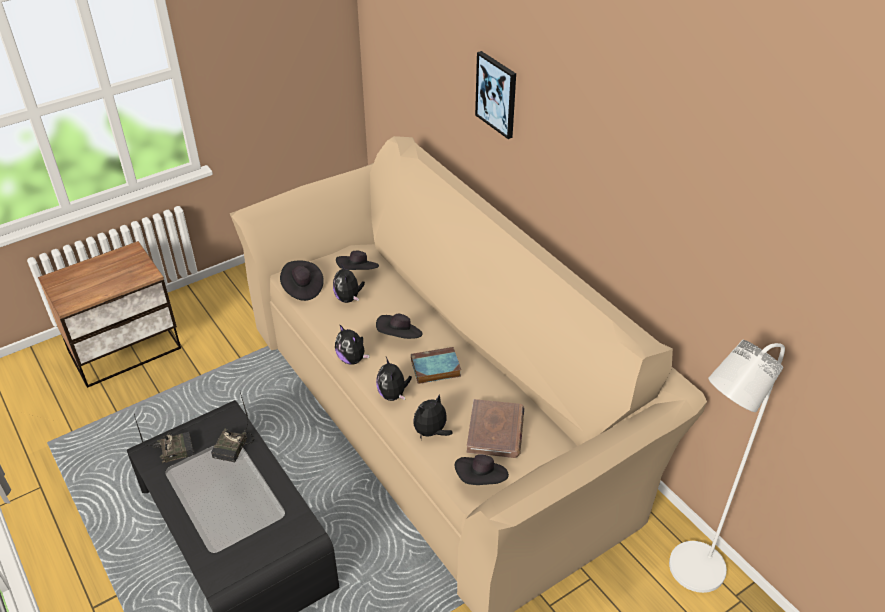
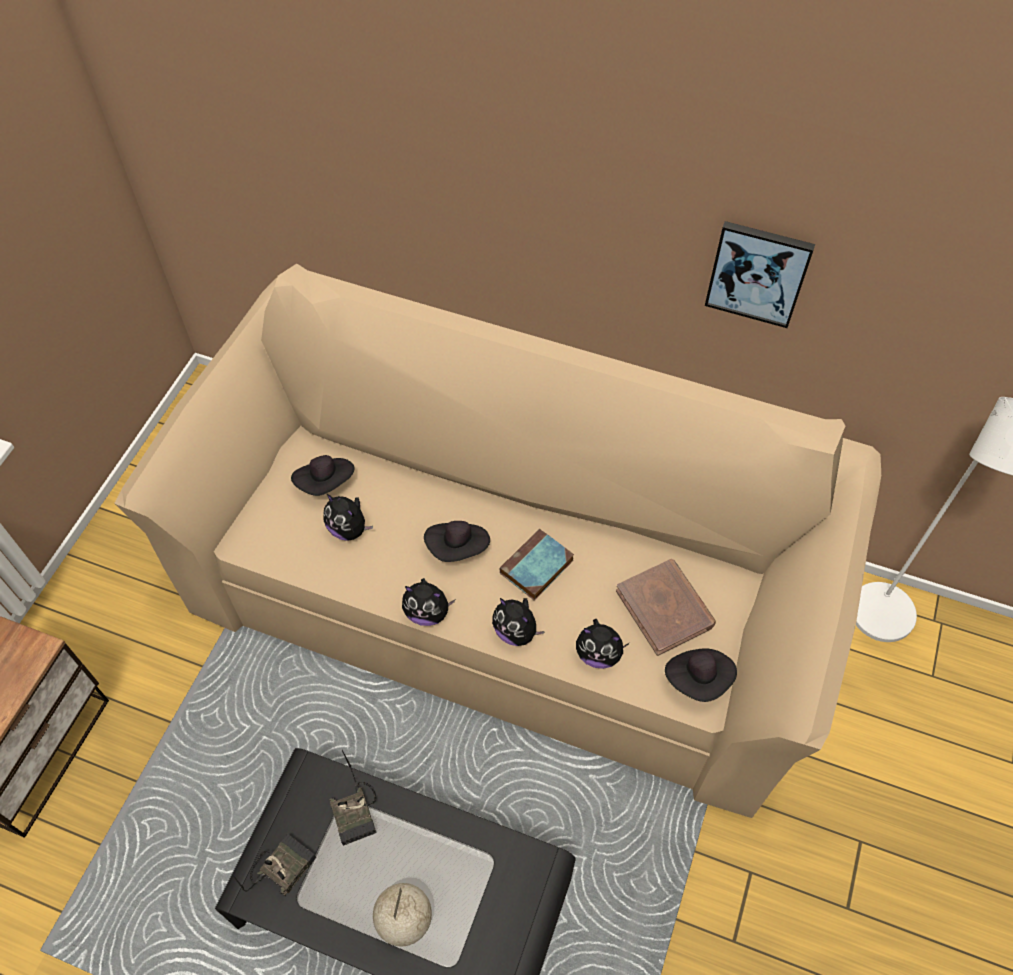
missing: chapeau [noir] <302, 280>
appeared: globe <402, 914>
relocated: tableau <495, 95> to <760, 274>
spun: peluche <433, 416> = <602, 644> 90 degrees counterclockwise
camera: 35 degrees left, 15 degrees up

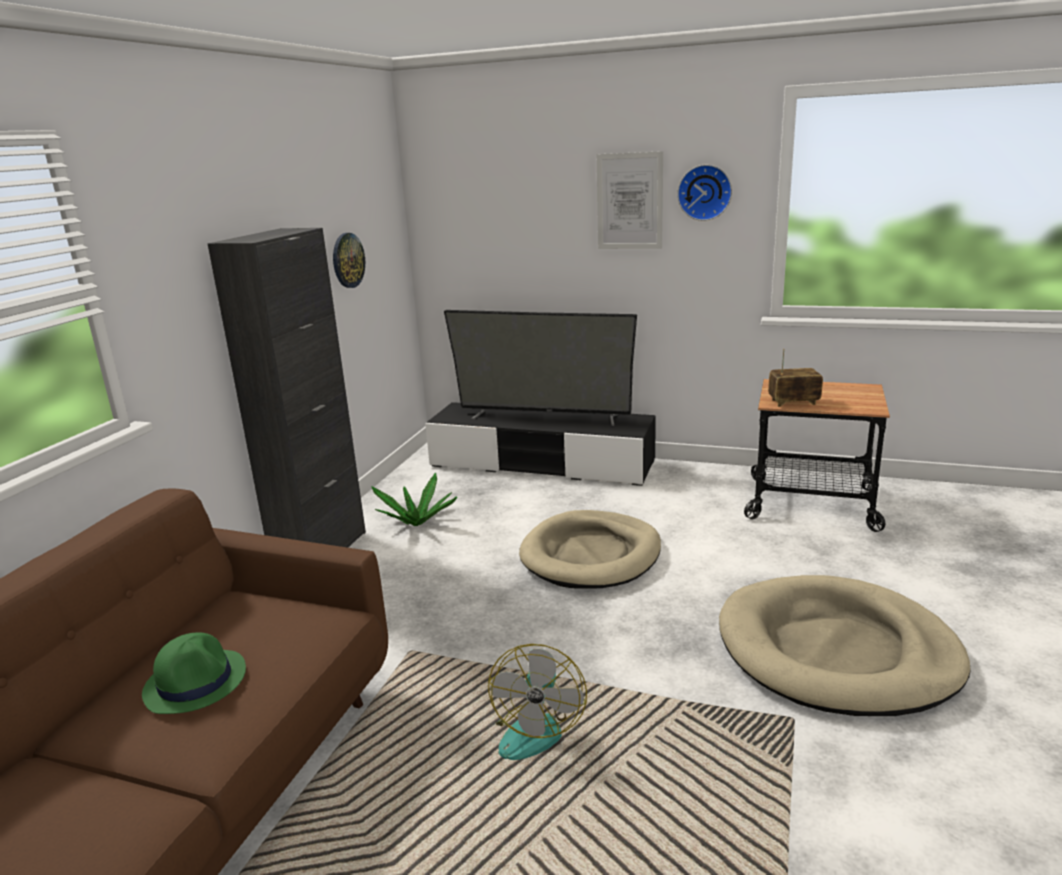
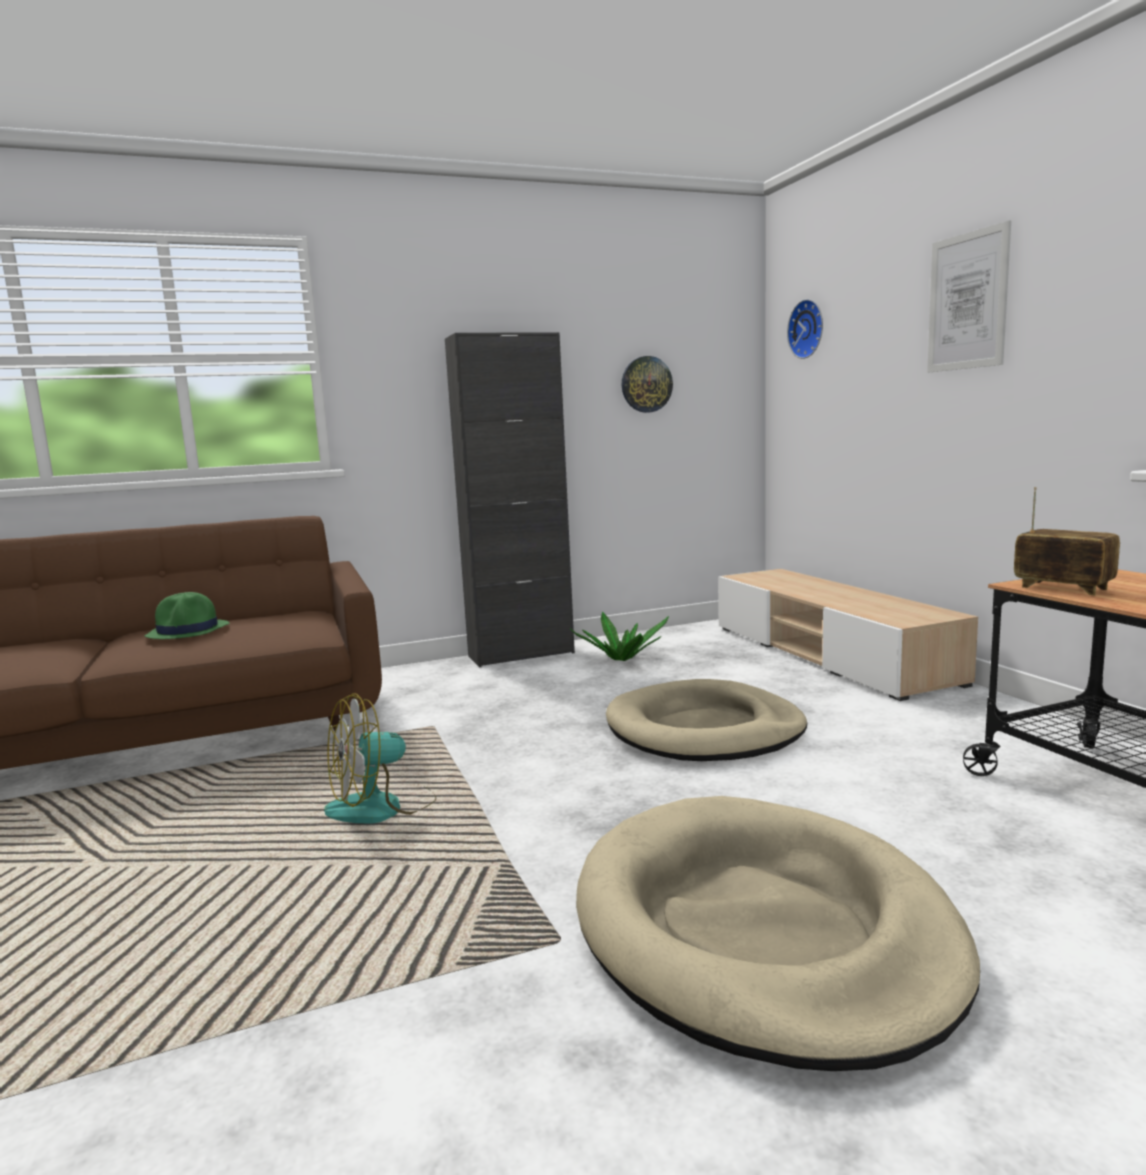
missing: téléviseur <540, 368>
relocated: horloge murale <704, 193> to <805, 329>
colour: meuble télé [noir] <540, 444> to meuble télé [beige] <848, 635>
camera: 50 degrees right, 10 degrees down

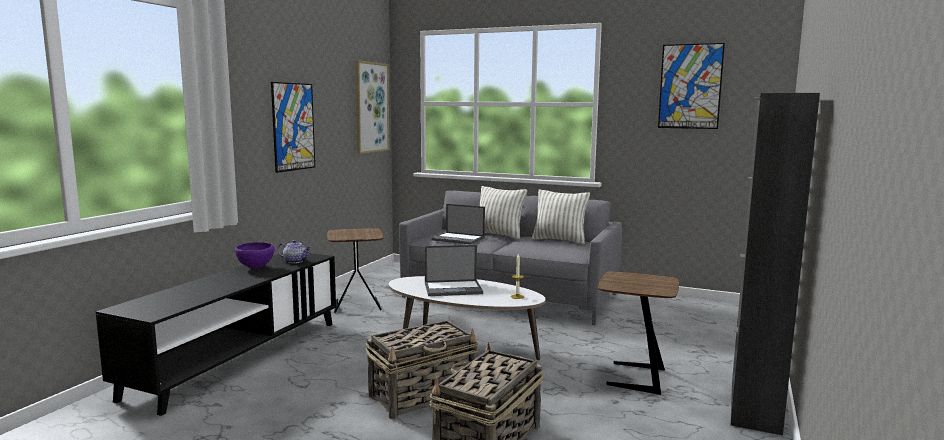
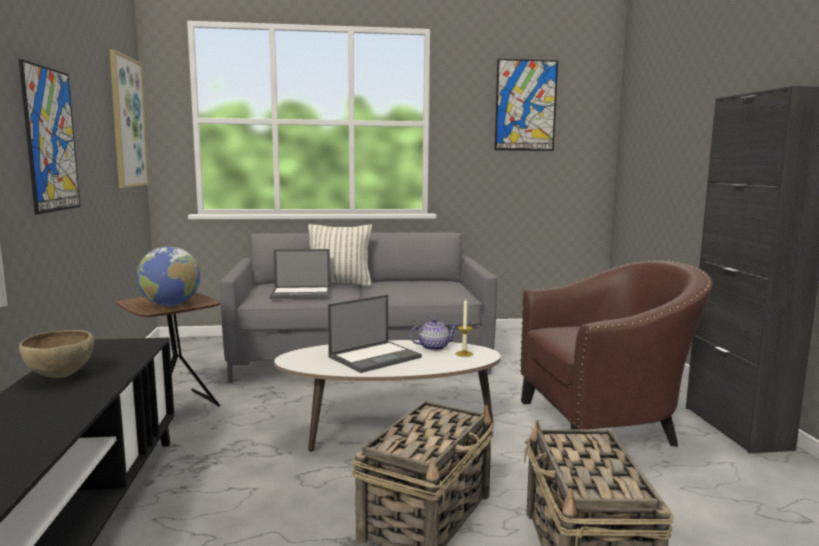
missing: coussin <561, 216>
appeared: globe <168, 276>
relocated: théière <294, 251> to <434, 335>
exchanged: table d'appoint [marron] <638, 333> to fauteuil [marron] <616, 353>
colour: bol [violet] <254, 255> to bol [marron] <56, 354>
camera: 30 degrees left, 0 degrees up

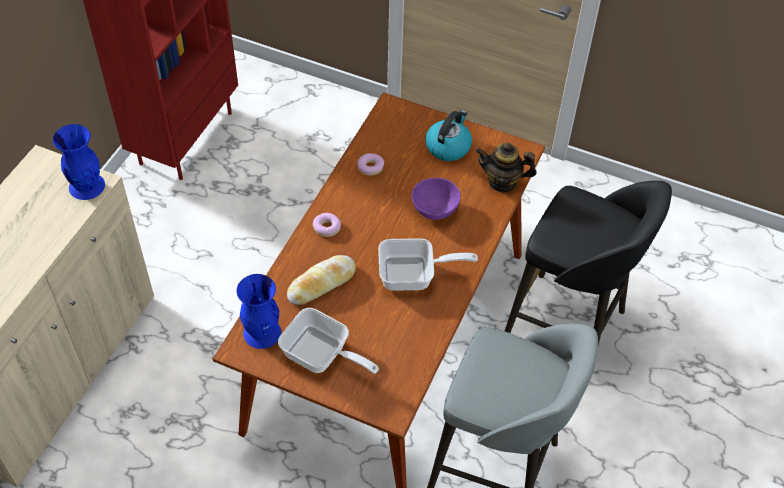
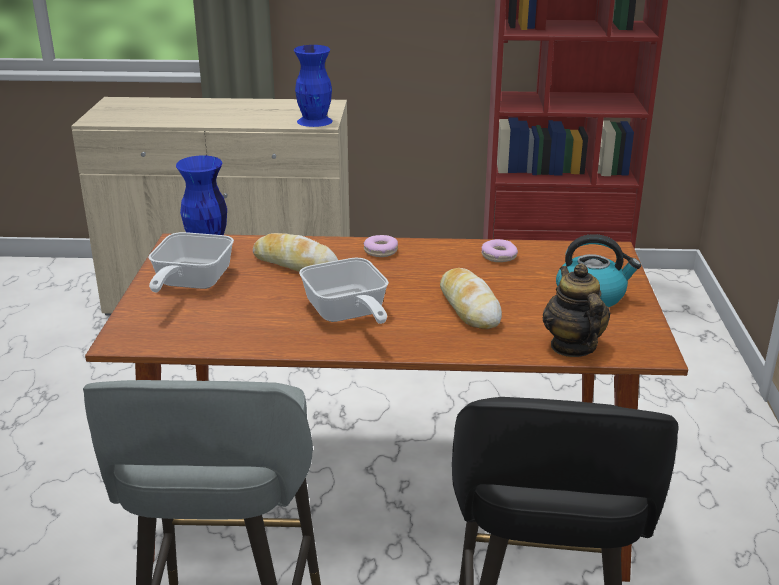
exchanged: bol [violet] <436, 199> to pain <471, 298>
camera: 70 degrees right, 25 degrees down

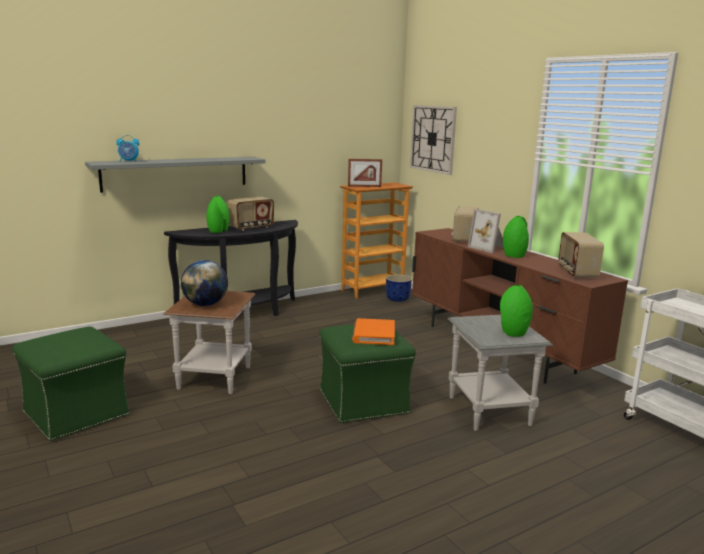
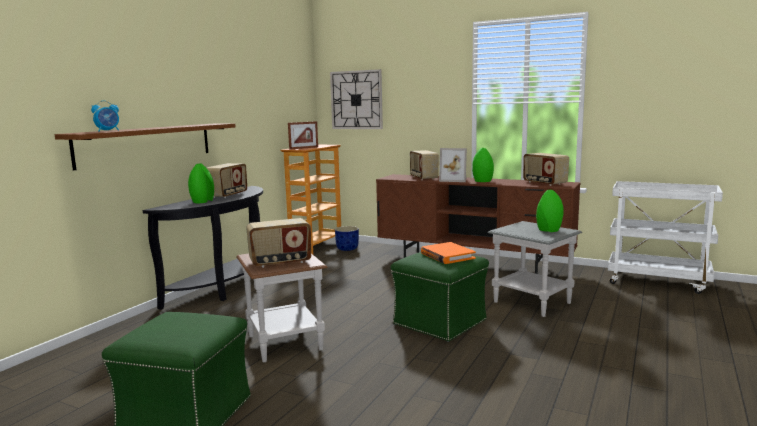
exchanged: globe <204, 283> to radio <278, 243>
colour: étagère [gris] <175, 175> to étagère [marron] <145, 147>
camera: 30 degrees left, 5 degrees down

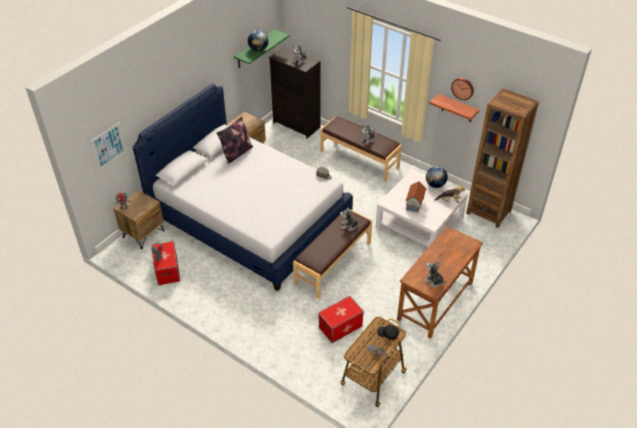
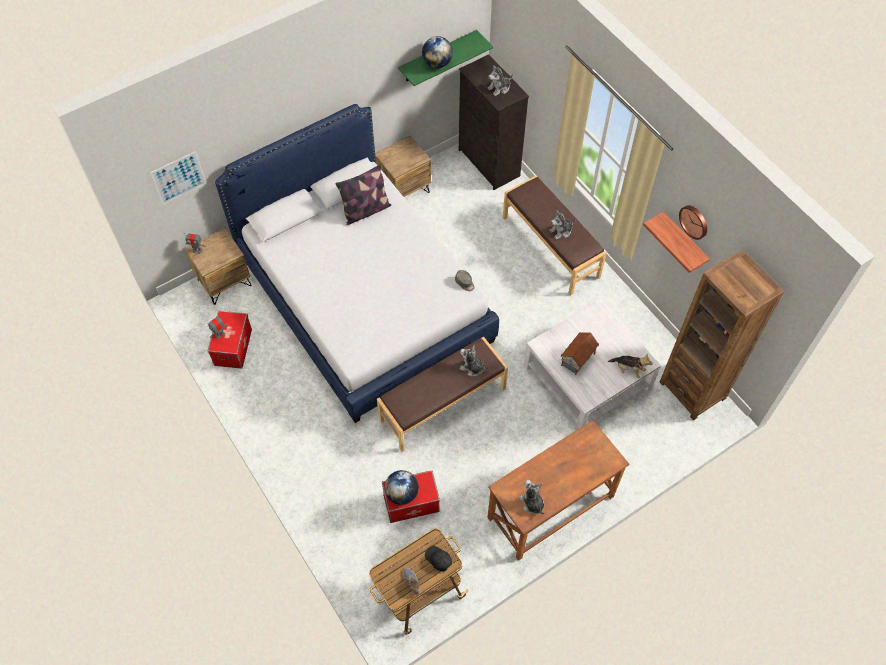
relocated: globe <437, 177> to <402, 487>
camera: 20 degrees right, 15 degrees up

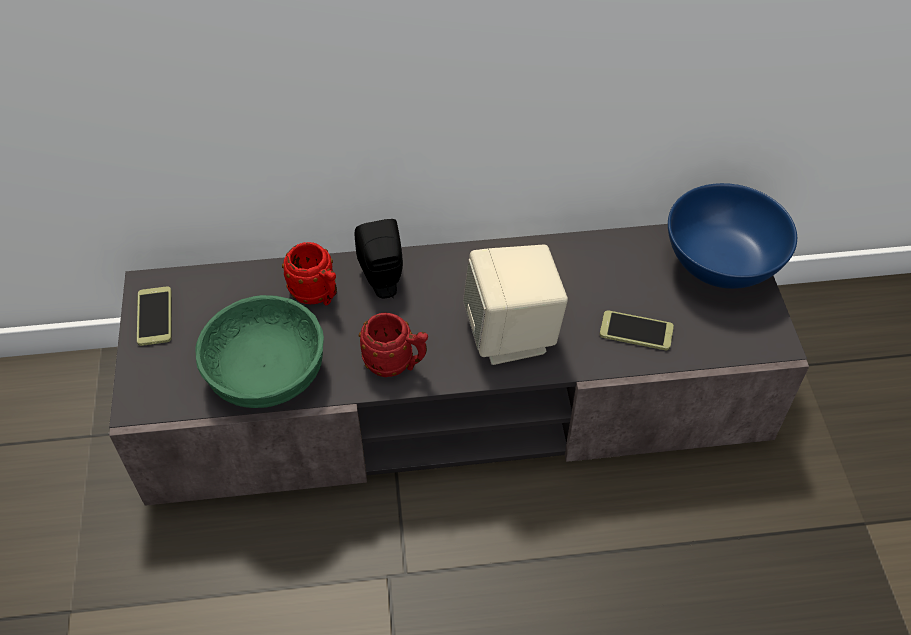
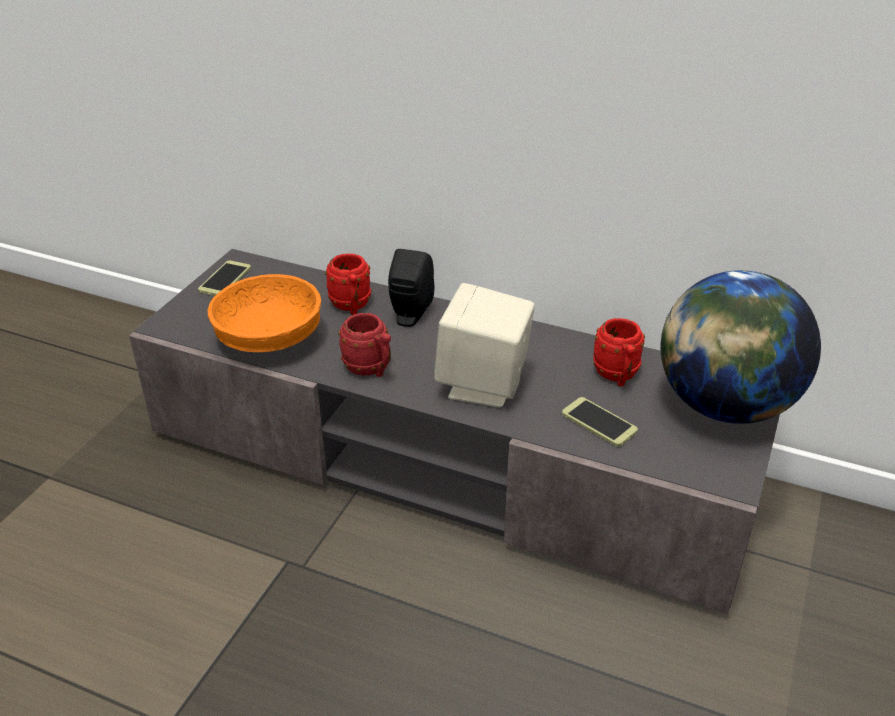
appeared: mug [rouge] <619, 352>
exchanged: bol [bleu] <732, 236> to globe <741, 347>
colour: bol [vert] <259, 351> to bol [orange] <264, 313>
camera: 30 degrees right, 15 degrees down

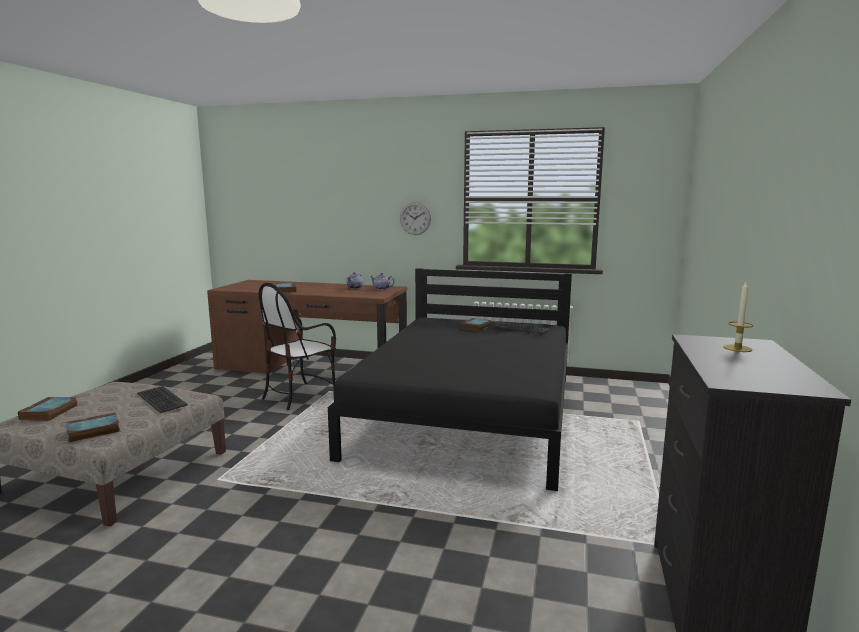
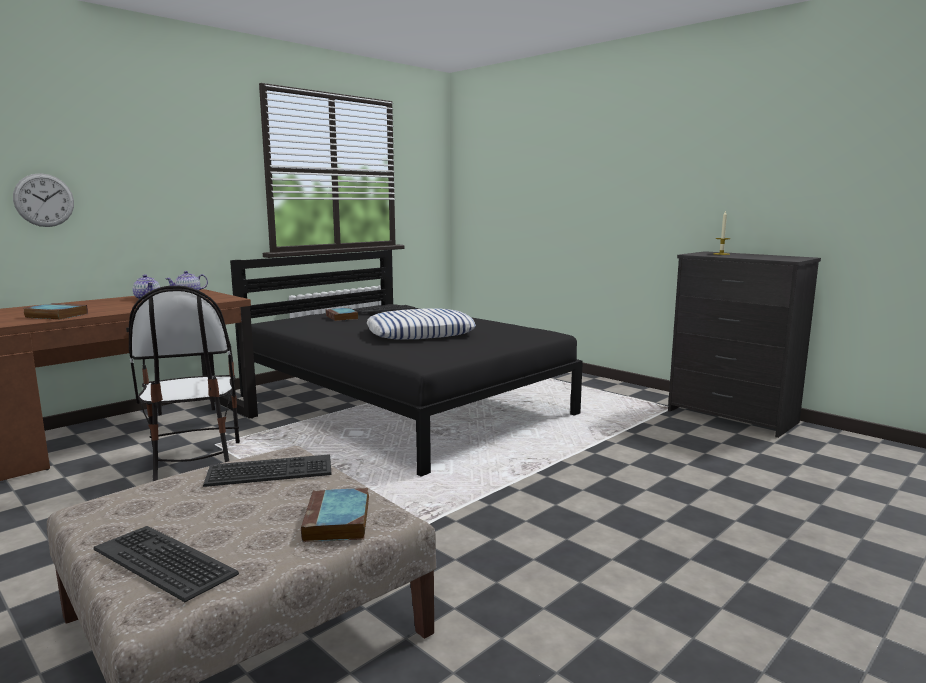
appeared: coussin <421, 324>
relocated: horloge murale <415, 218> to <43, 200>
exchanged: livre <48, 409> to clavier <166, 564>
camera: 60 degrees left, 0 degrees up

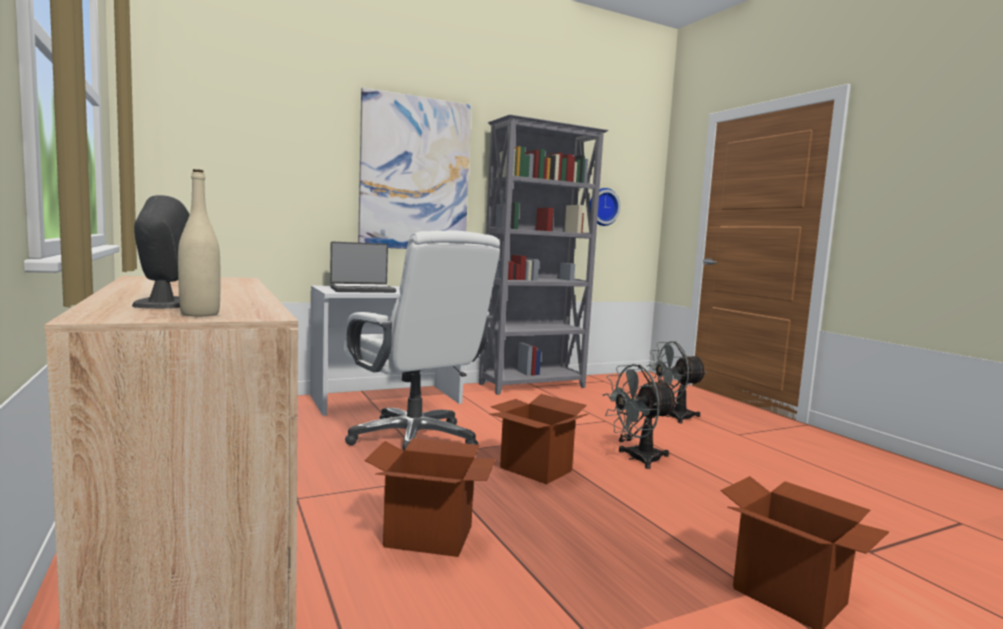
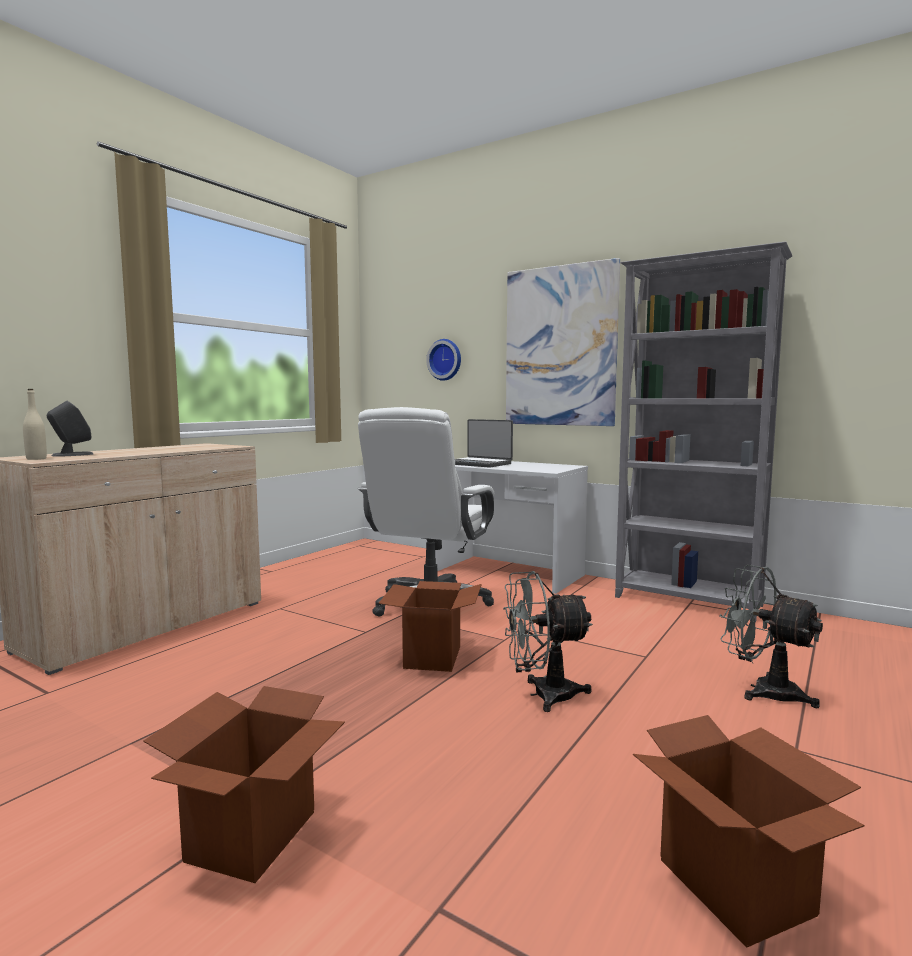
relocated: carton <430, 497> to <749, 831>; horloge murale <605, 207> to <443, 360>
spun: ventilateur [gris] <640, 416> = <548, 641> 45 degrees counterclockwise
camera: 60 degrees right, 0 degrees up

